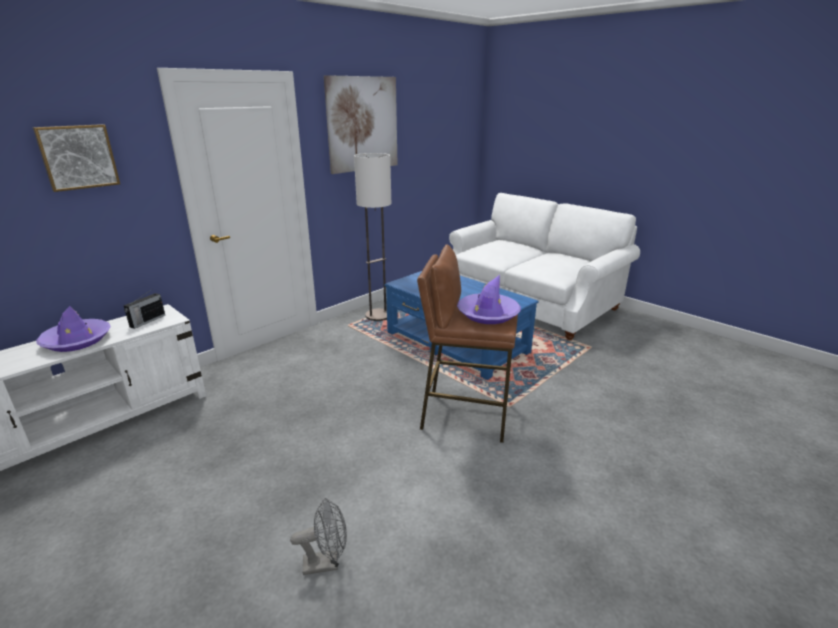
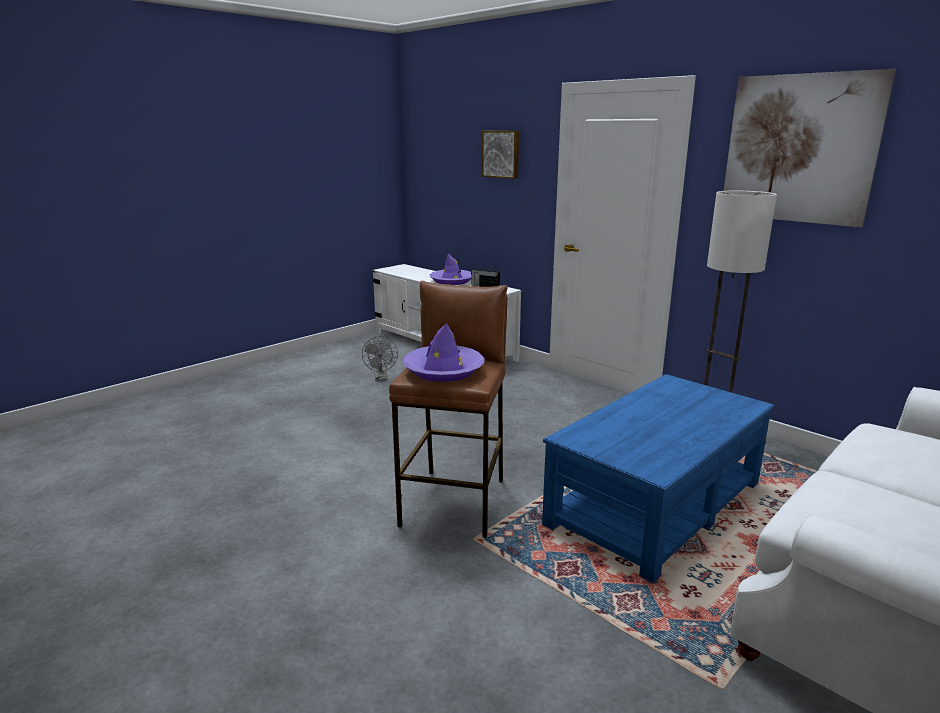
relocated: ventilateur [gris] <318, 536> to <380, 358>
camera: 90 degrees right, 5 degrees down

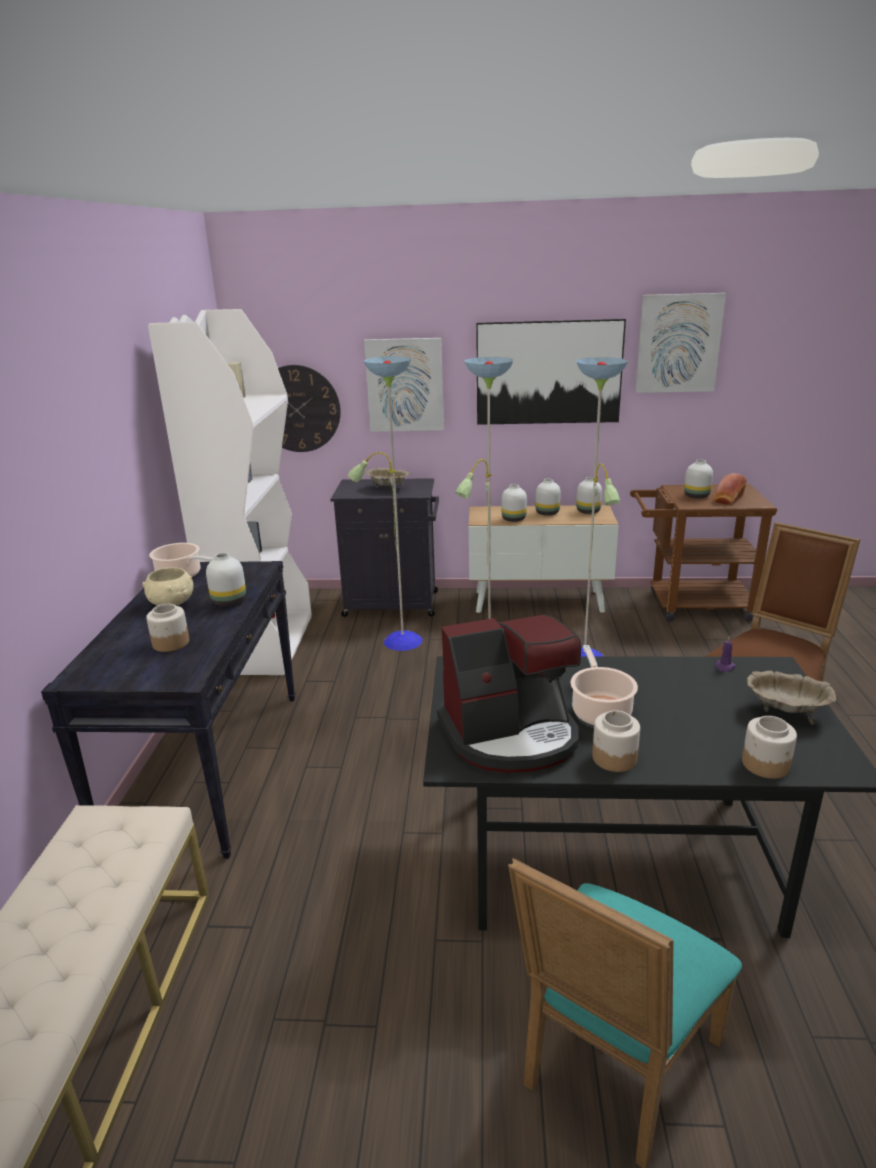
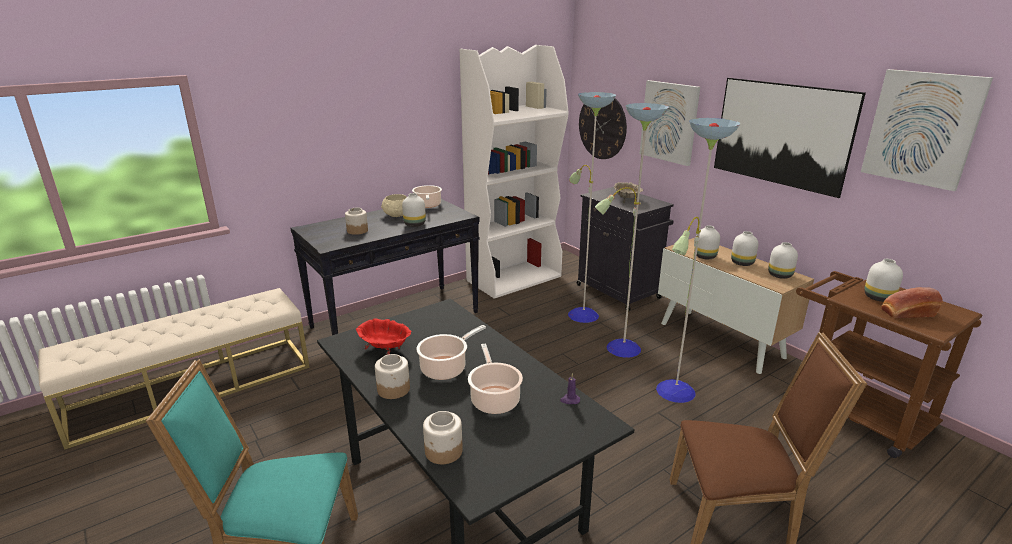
missing: bol [beige] <791, 697>
appeared: marmite <495, 379>
exchanged: machine à café <509, 693> to bol [rouge] <384, 336>
camera: 50 degrees right, 0 degrees up

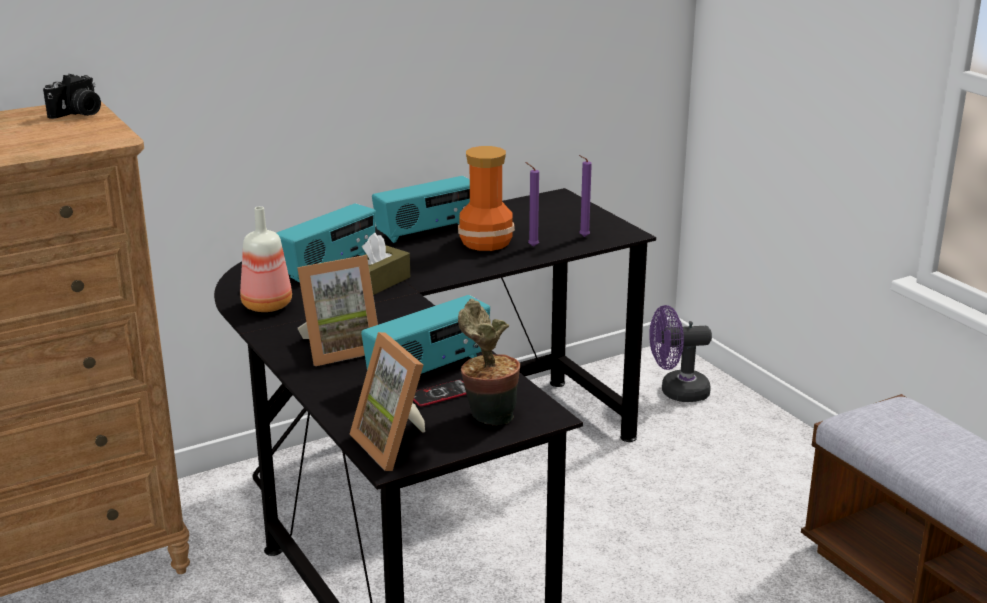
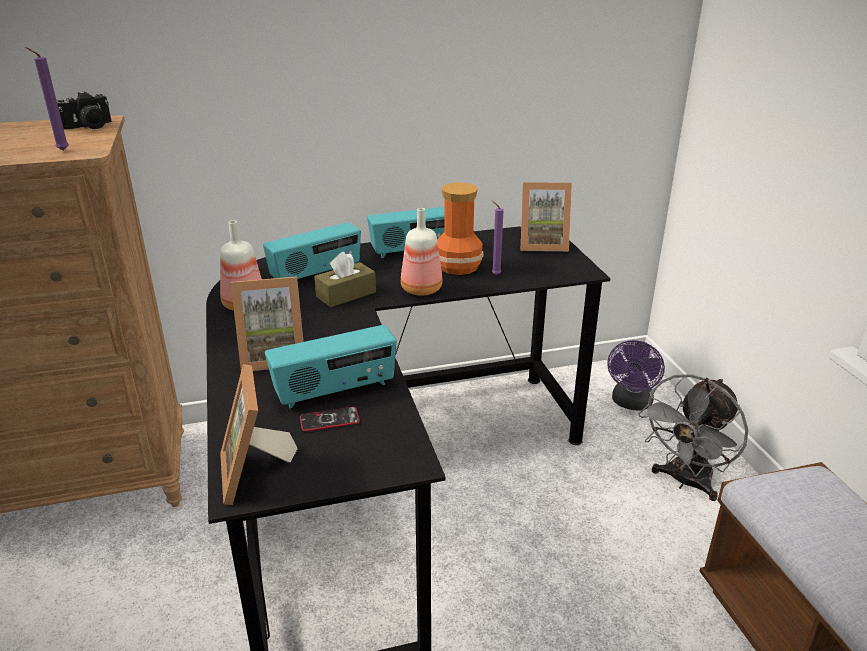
missing: plante en pot <489, 362>
appeared: bouteille <422, 252>; cadre photo <546, 216>; ventilateur [gris] <693, 437>
relocated: bougie [violet] <585, 196> to <47, 99>
spun: ventilateur [violet] <680, 353> = <636, 375> 75 degrees counterclockwise
camera: 15 degrees right, 5 degrees up

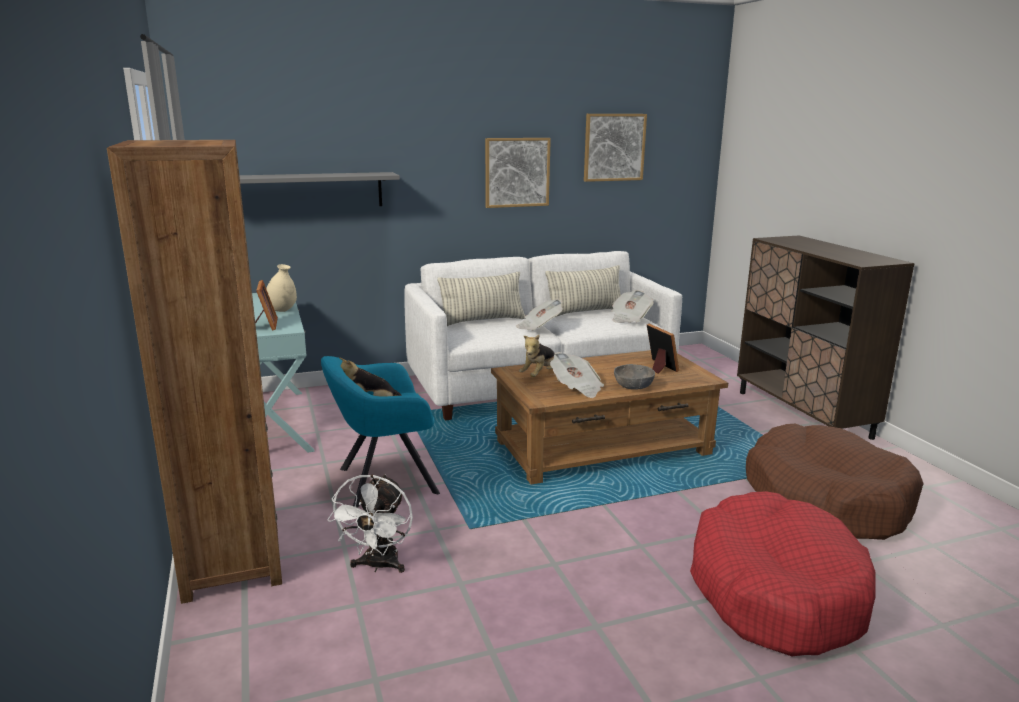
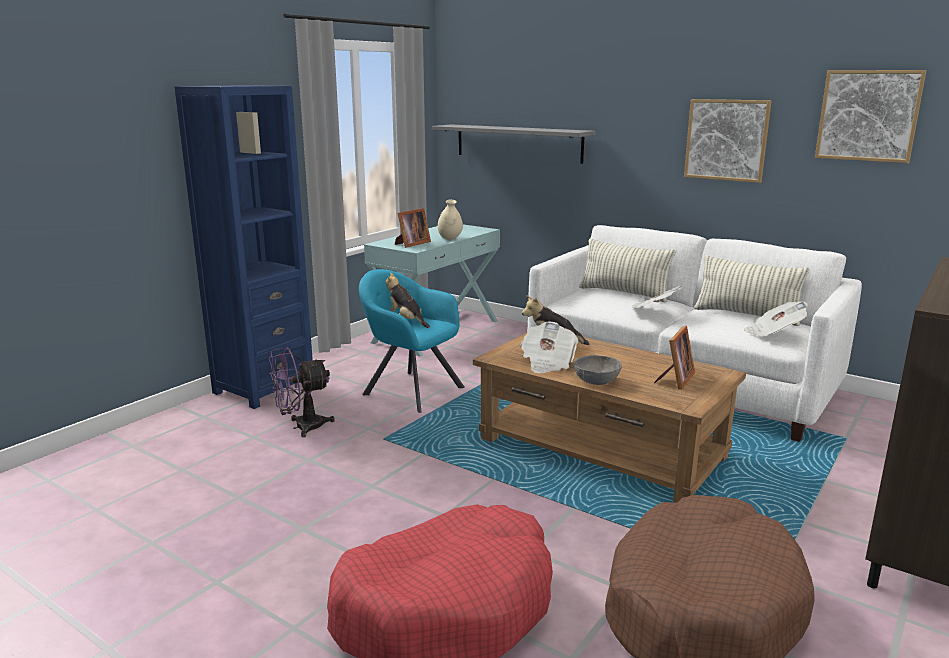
colour: bibliothèque [marron] <194, 372> to bibliothèque [bleu] <244, 247>; ventilateur [blanc] <370, 523> to ventilateur [violet] <302, 392>
camera: 55 degrees right, 0 degrees up

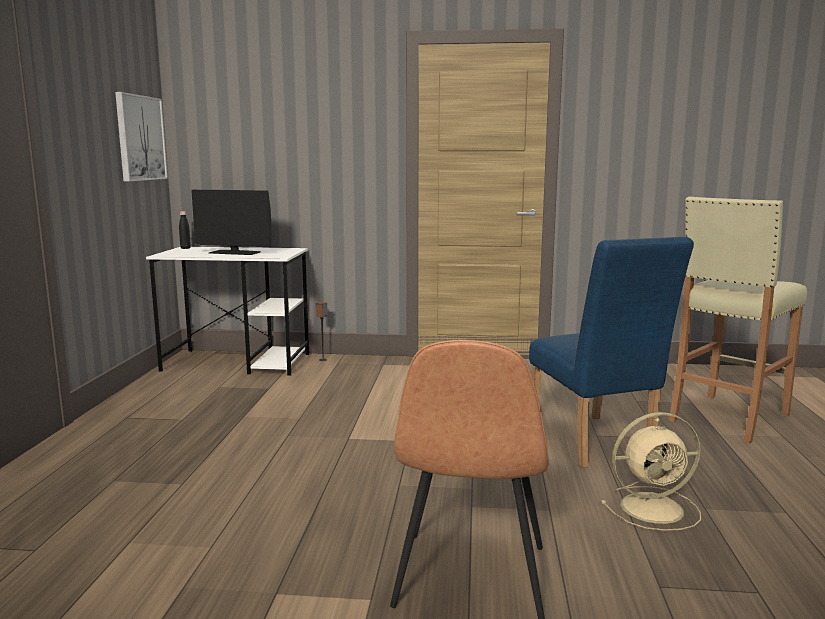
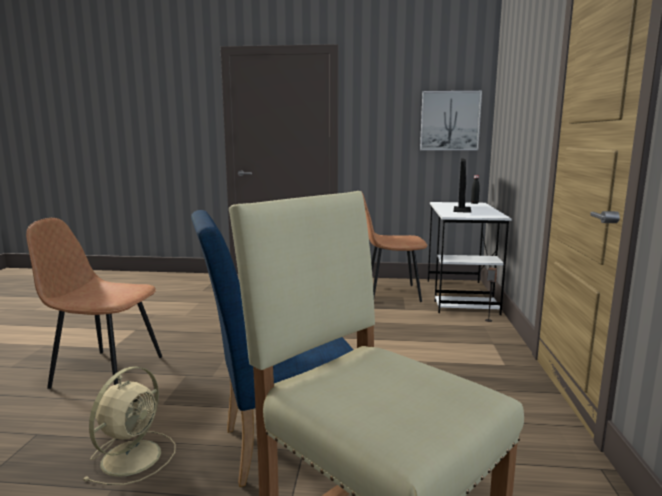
appeared: chaise [marron] <394, 246>
spun: ventilateur [beige] <651, 471> = <129, 425> 150 degrees counterclockwise
camera: 90 degrees right, 0 degrees up

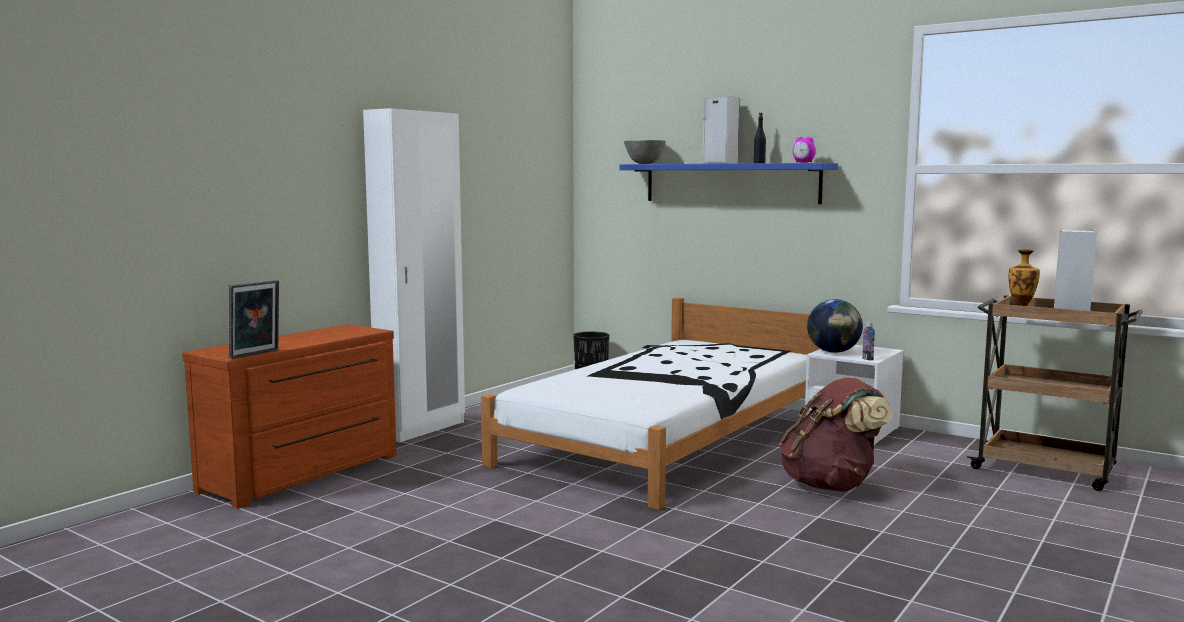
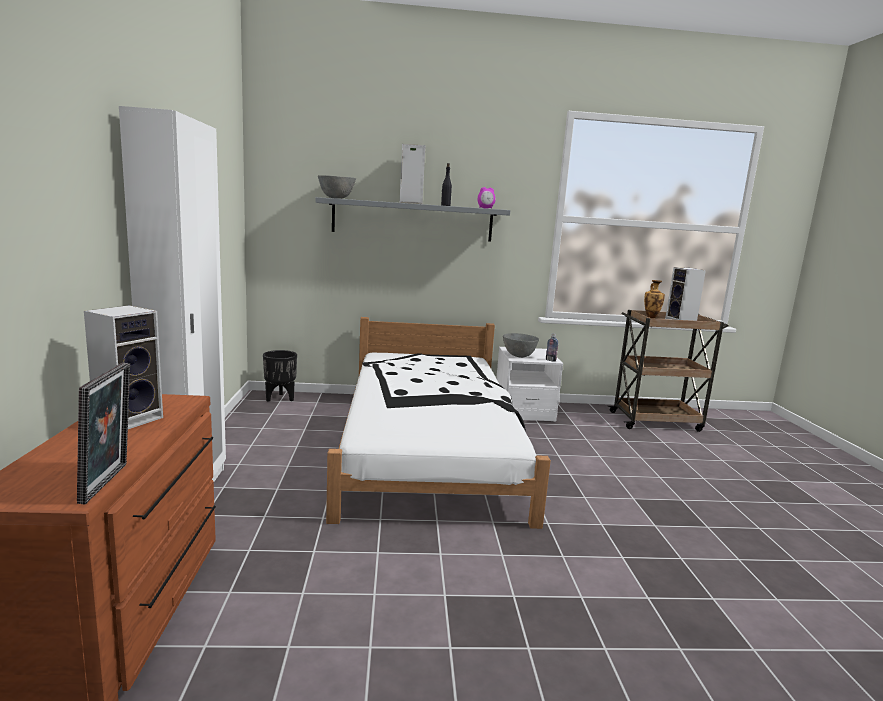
missing: sac à dos [marron] <836, 435>
appeared: enceinte <123, 367>
exchanged: globe <835, 326> to bol [gris] <521, 345>
colour: étagère [bleu] <729, 183> to étagère [gris] <412, 219>
camera: 40 degrees left, 5 degrees up

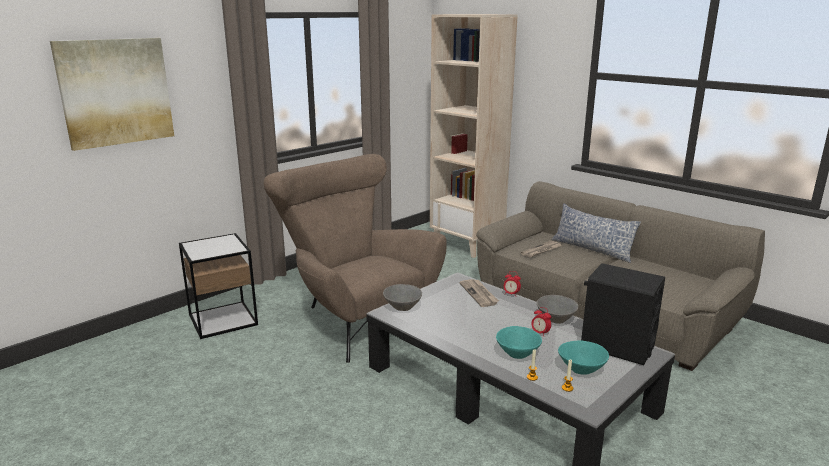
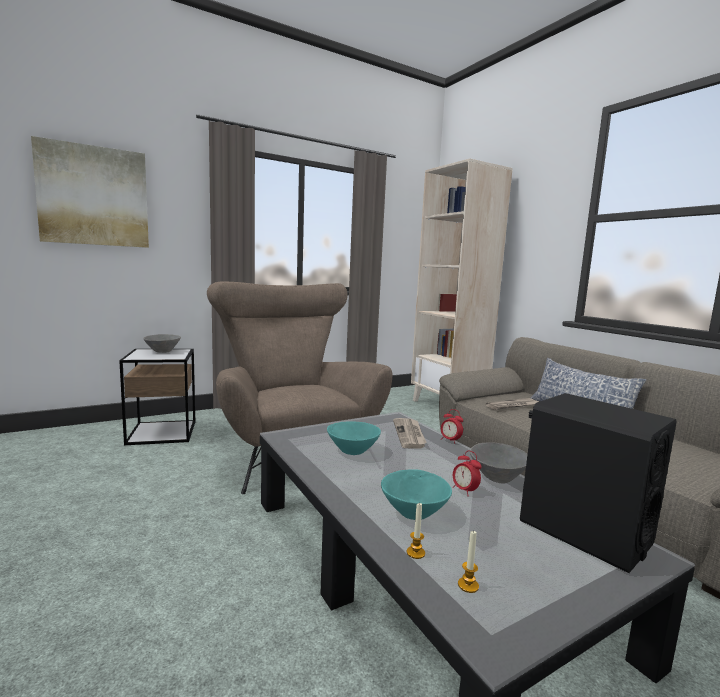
relocated: bol [gris] <402, 297> to <162, 343>; bol [turquoise] <583, 358> to <354, 438>
camera: 15 degrees right, 10 degrees down

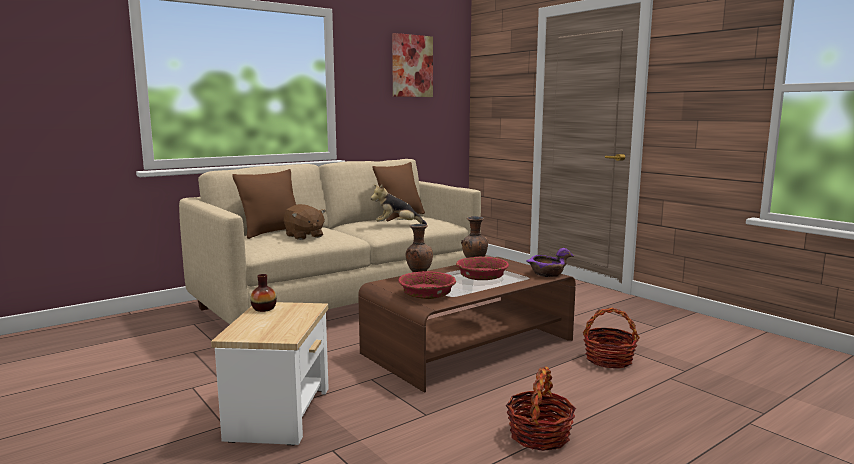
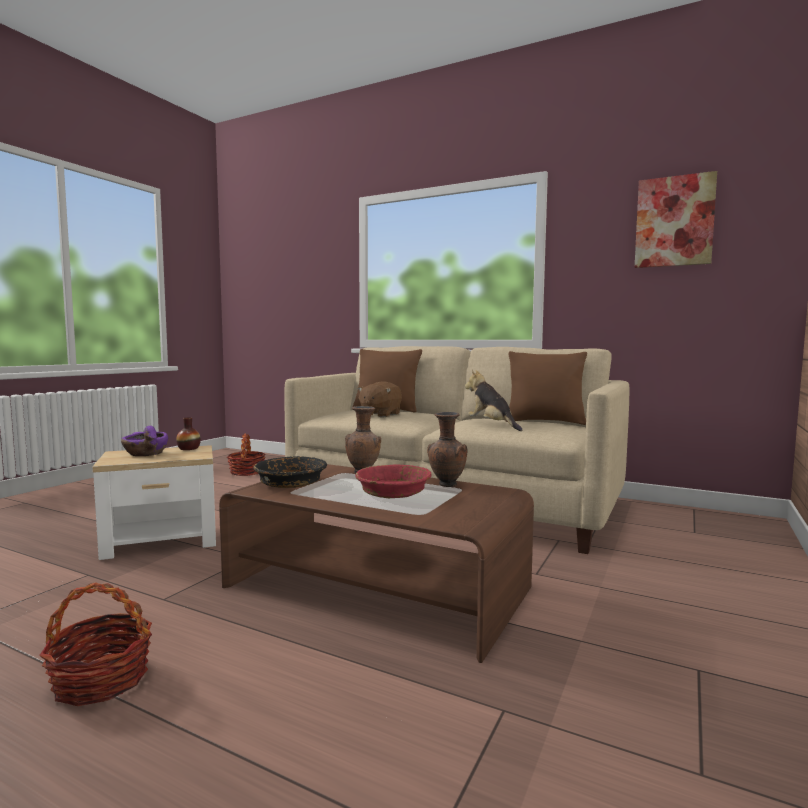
relocated: bol [violet] <550, 262> to <144, 441>; panier <611, 337> to <246, 455>
colour: bol [rouge] <427, 285> to bol [noir] <290, 472>
camera: 65 degrees right, 5 degrees down

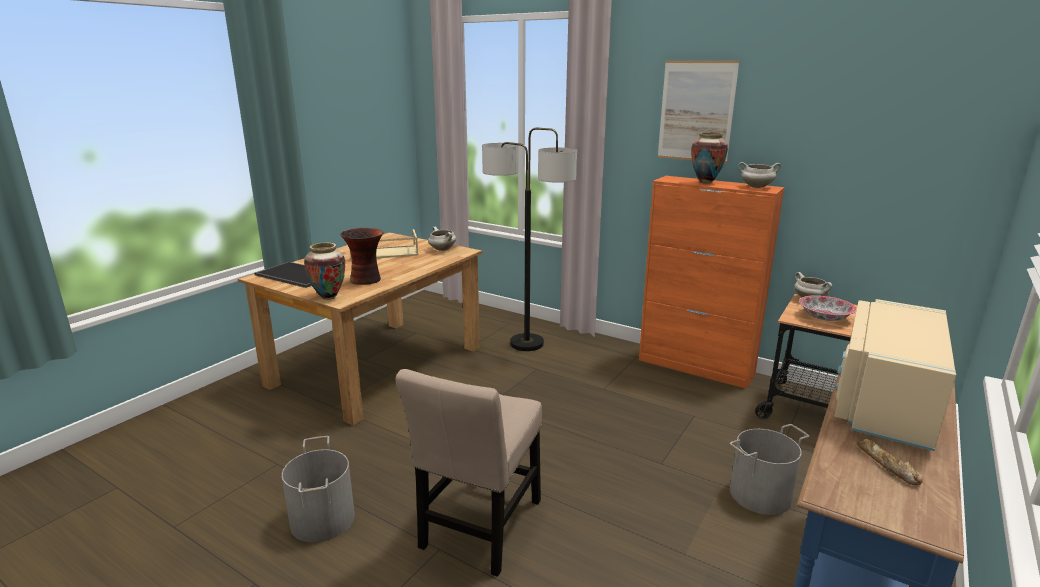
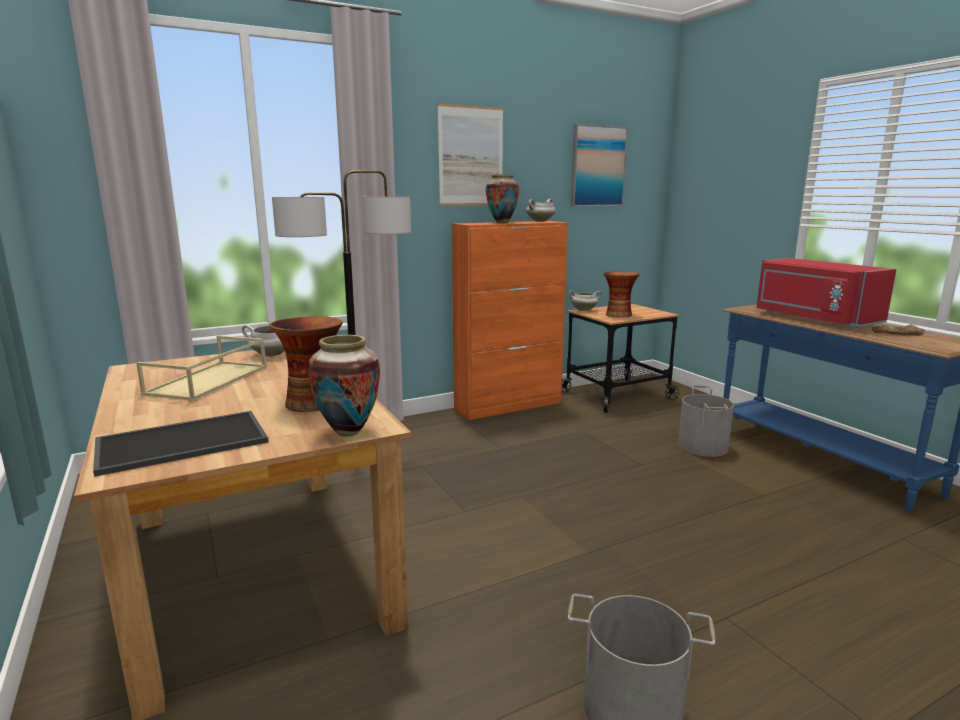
missing: chaise [beige] <468, 473>
appeared: tableau <599, 165>
exchanged: bol <827, 308> to vase <621, 294>
colour: micro-ondes [beige] <895, 375> to micro-ondes [rouge] <826, 293>
camera: 60 degrees left, 5 degrees down

